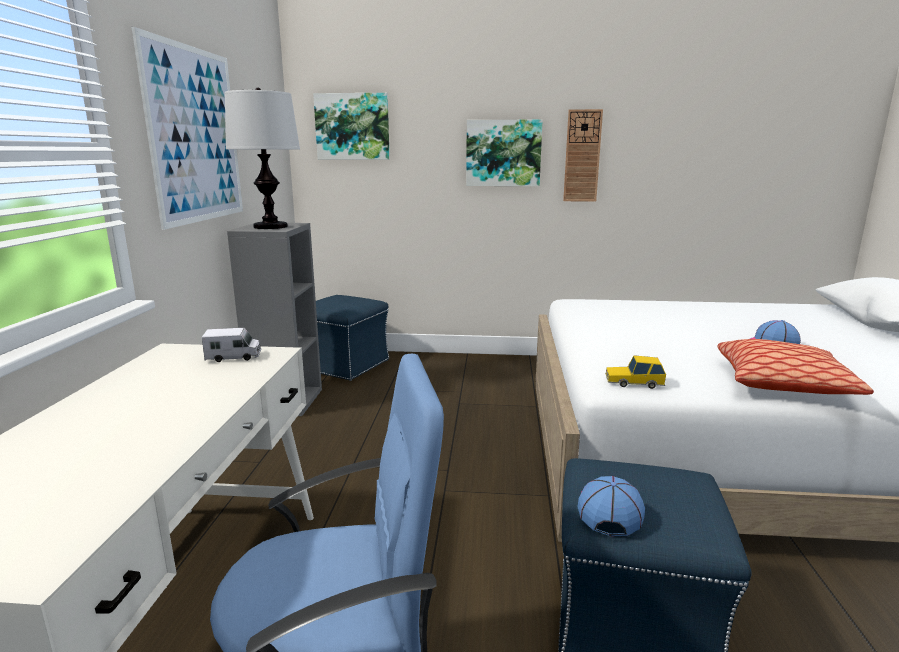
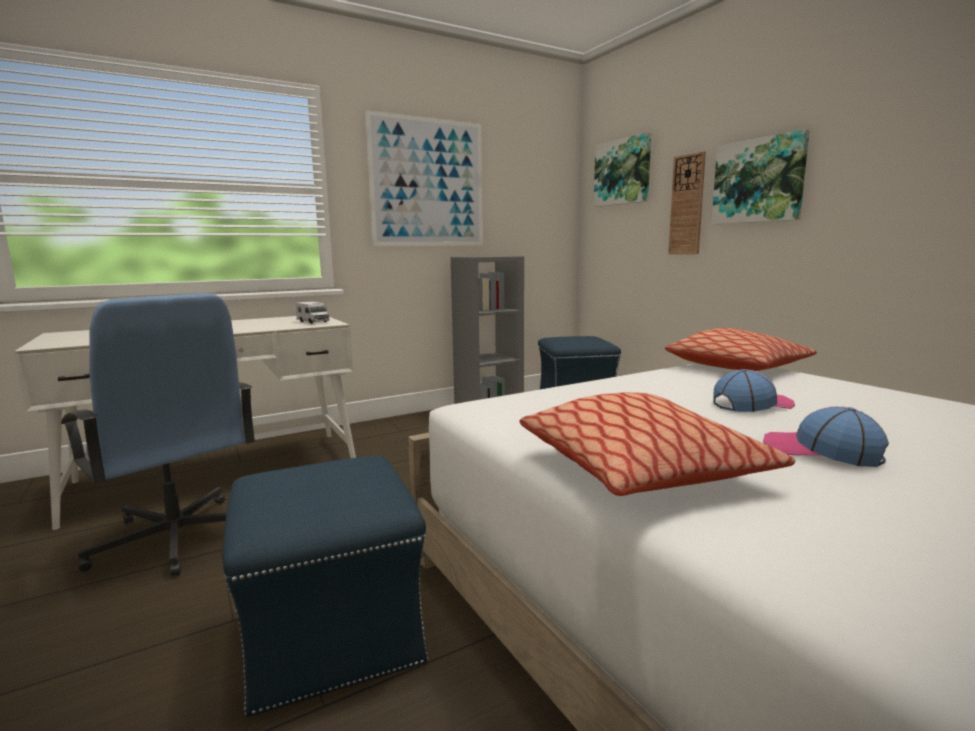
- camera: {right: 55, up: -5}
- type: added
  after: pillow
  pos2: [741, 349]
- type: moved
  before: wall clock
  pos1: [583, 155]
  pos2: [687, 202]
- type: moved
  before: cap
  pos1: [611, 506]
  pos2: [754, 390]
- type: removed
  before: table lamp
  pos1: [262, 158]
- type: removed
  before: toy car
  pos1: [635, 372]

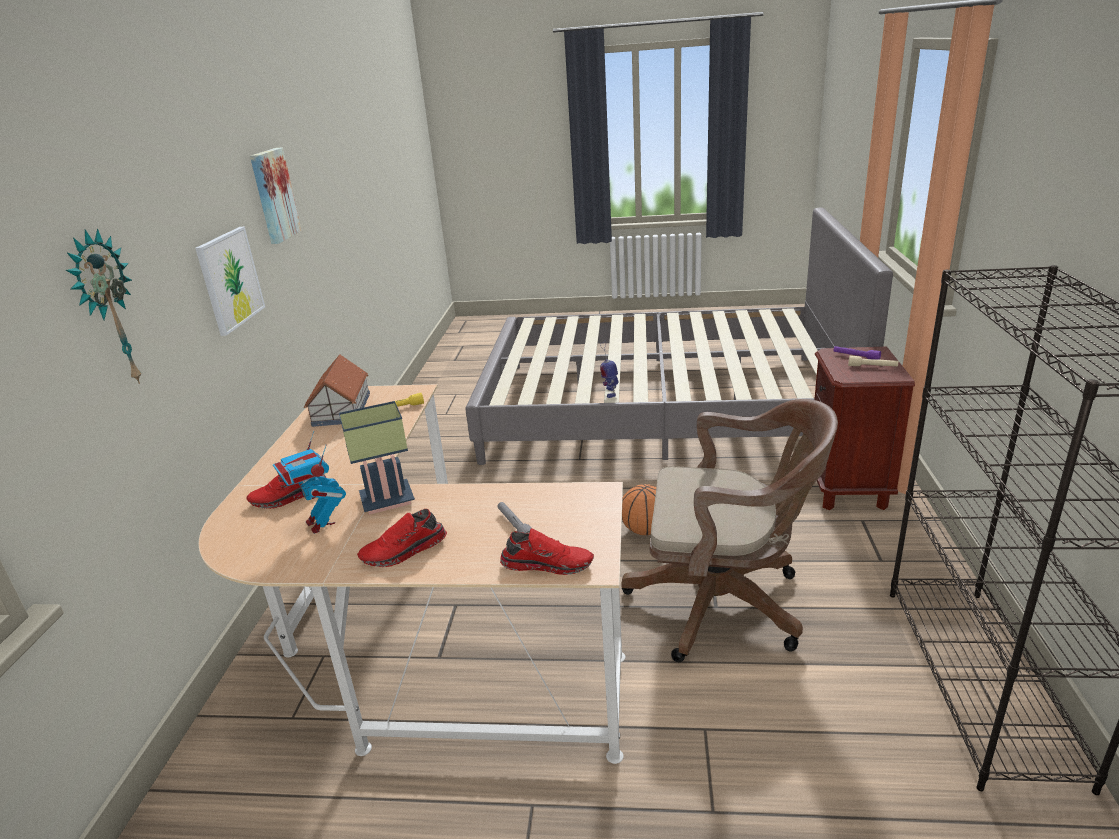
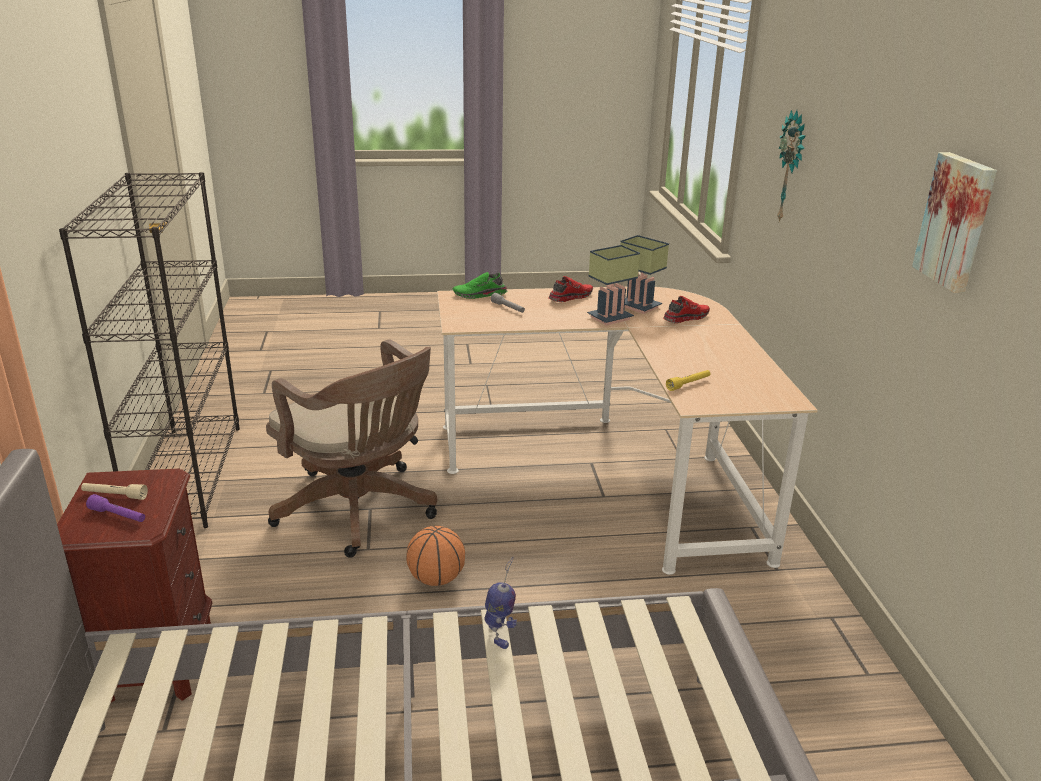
- camera: {right: 165, up: 0}
- type: turned
  before: brown office chair
  pos1: [729, 530]
  pos2: [351, 448]
  turn: -135
- type: recoloured
  before: red shoe
  after: green shoe
  pos1: [547, 551]
  pos2: [480, 285]
- type: replaced
  before: toy robot
  after: table lamp
  pos1: [309, 482]
  pos2: [645, 274]
- type: removed
  before: picture
  pos1: [230, 281]
- type: removed
  before: toy house
  pos1: [337, 391]

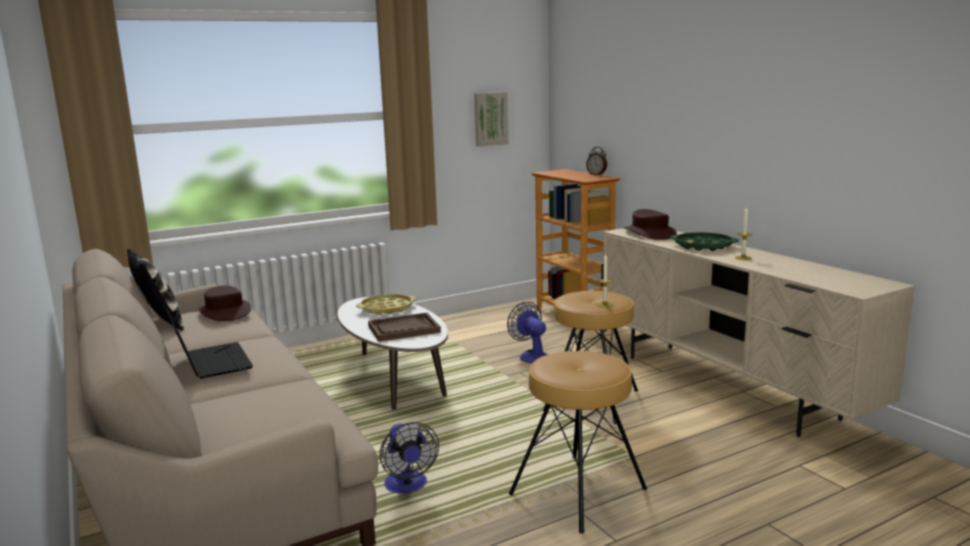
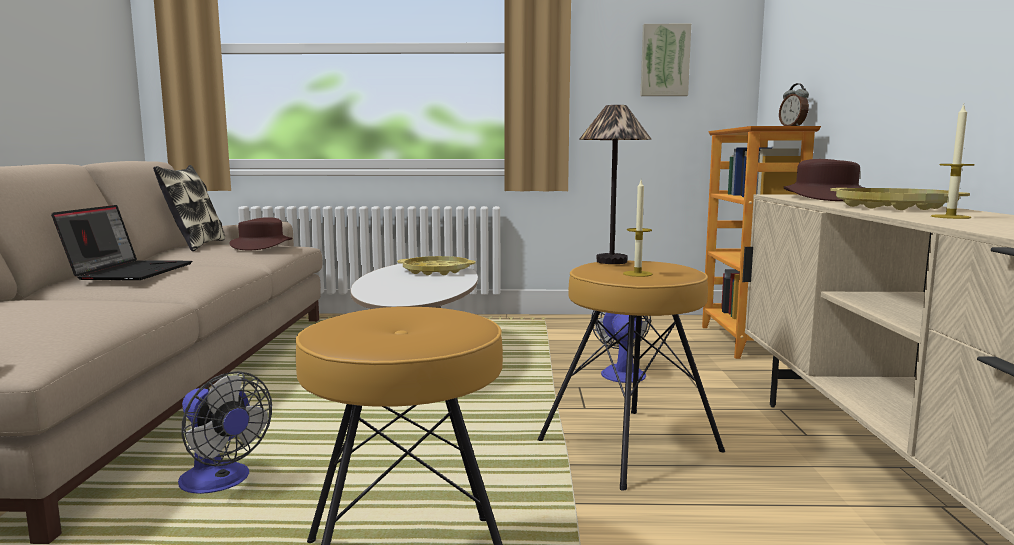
- camera: {right: 30, up: -5}
- type: turned
  before: fan
  pos1: [409, 458]
  pos2: [225, 432]
  turn: -60
- type: added
  after: table lamp
  pos2: [615, 184]
- type: recoloured
  before: green tray
  after: yellow tray
  pos1: [704, 241]
  pos2: [900, 199]
- type: removed
  before: brown tray
  pos1: [404, 327]

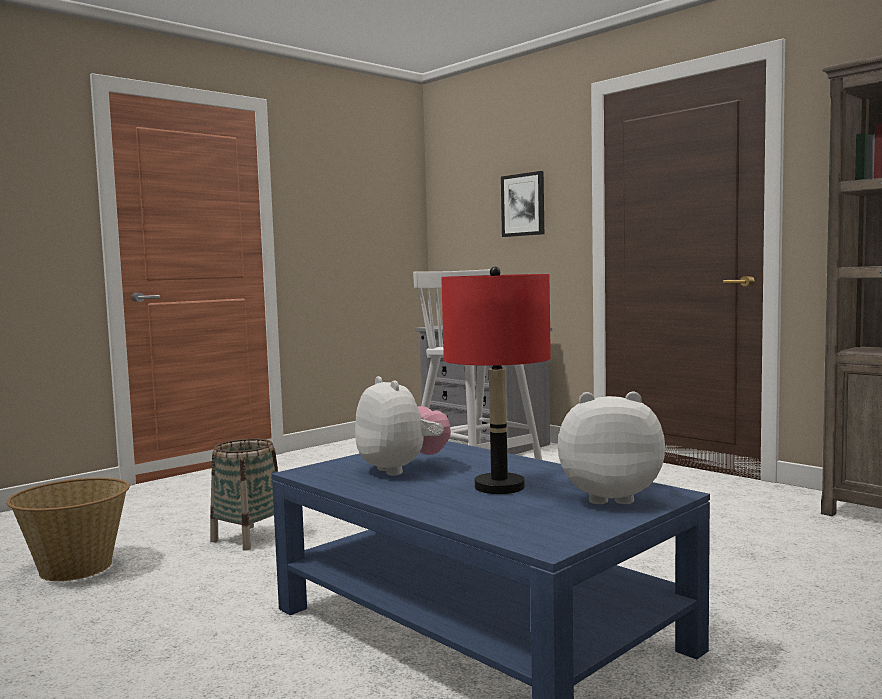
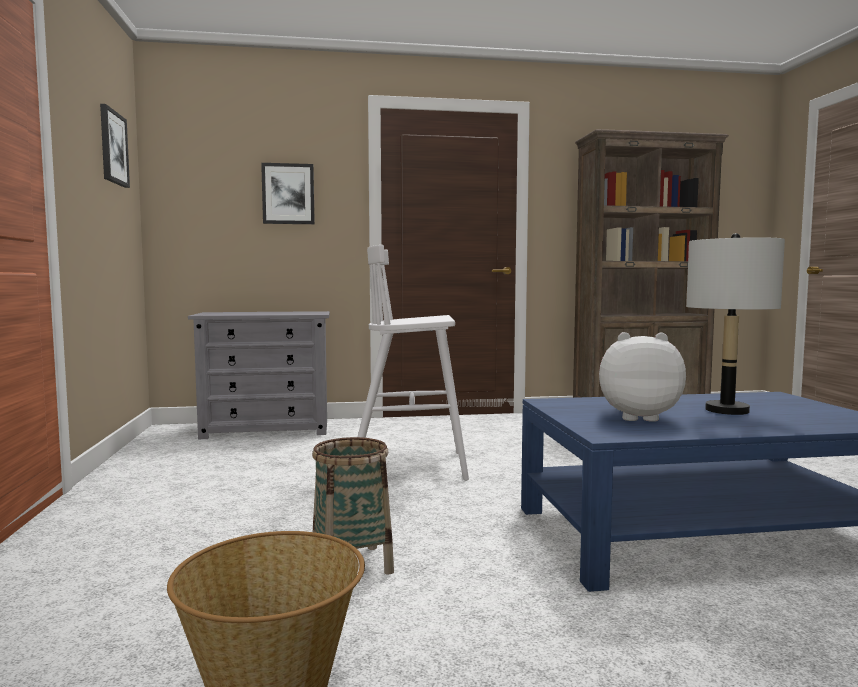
- camera: {right: -55, up: 0}
- type: added
  after: picture
  pos2: [115, 146]
- type: recoloured
  before: red table lamp
  after: grey table lamp
  pos1: [496, 380]
  pos2: [735, 324]
- type: removed
  before: plush toy
  pos1: [611, 448]

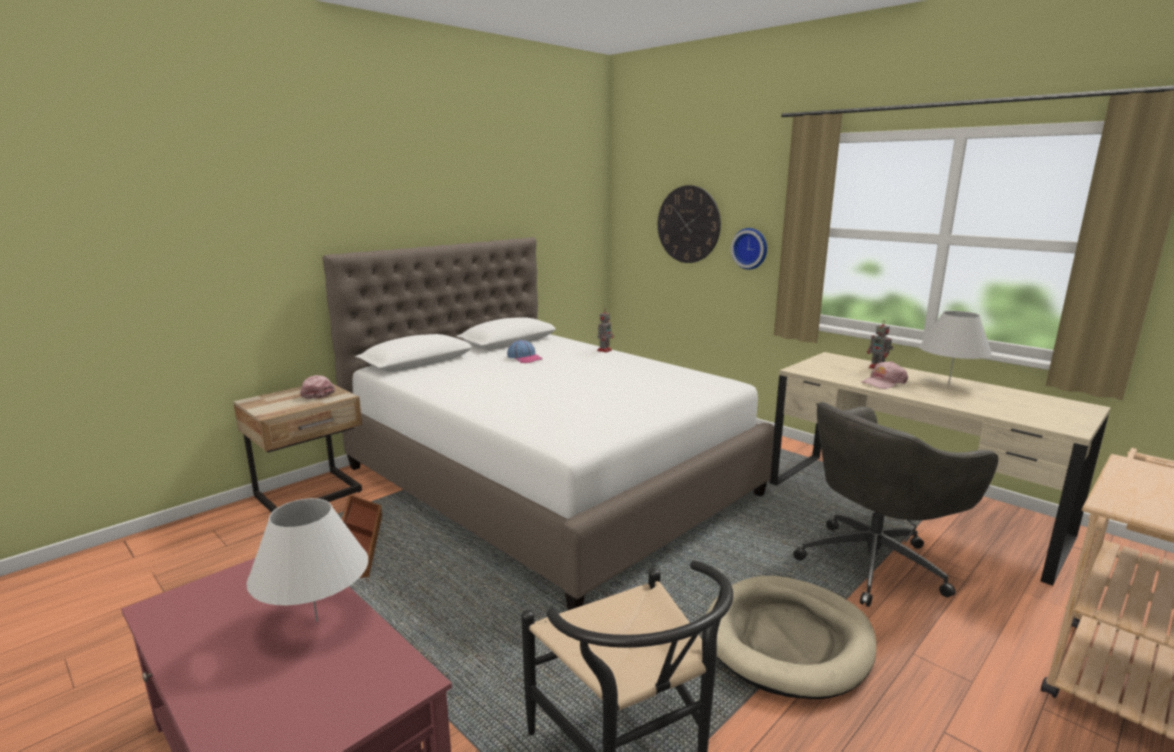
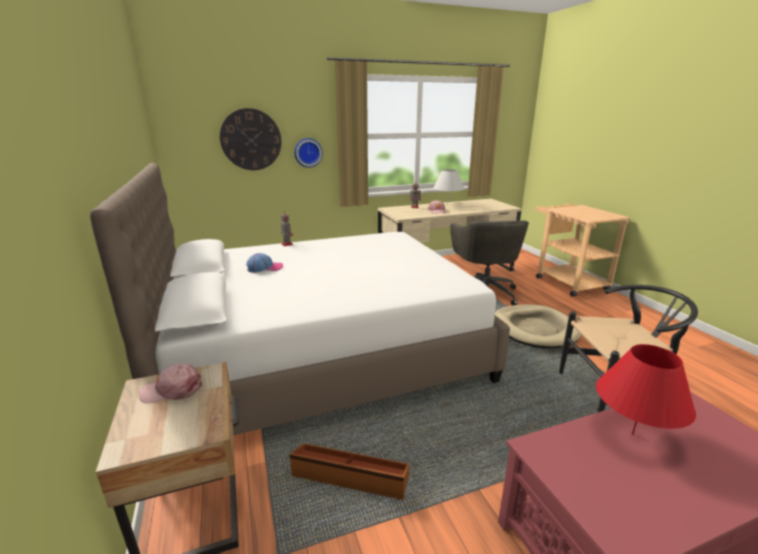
- camera: {right: -65, up: 5}
- type: recoloured
  before: white table lamp
  after: red table lamp
  pos1: [307, 560]
  pos2: [646, 389]

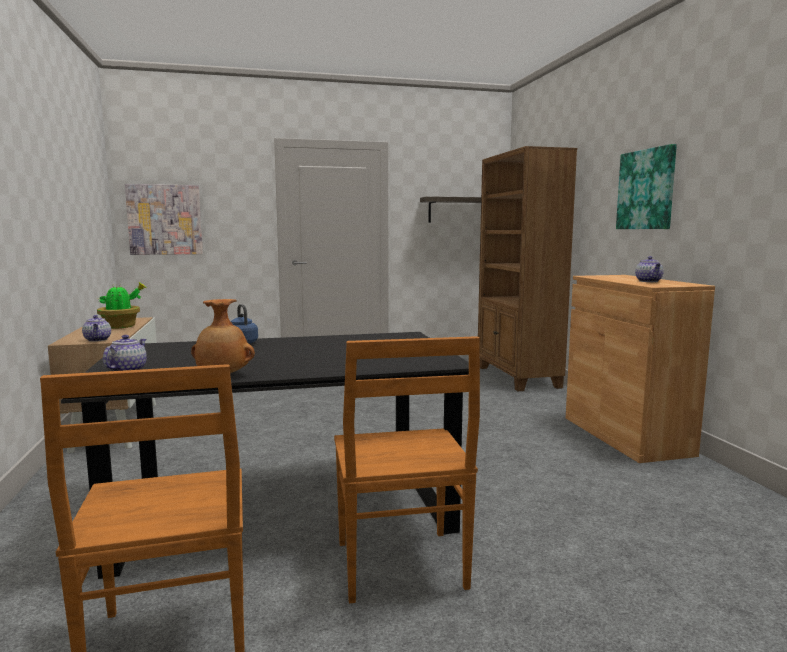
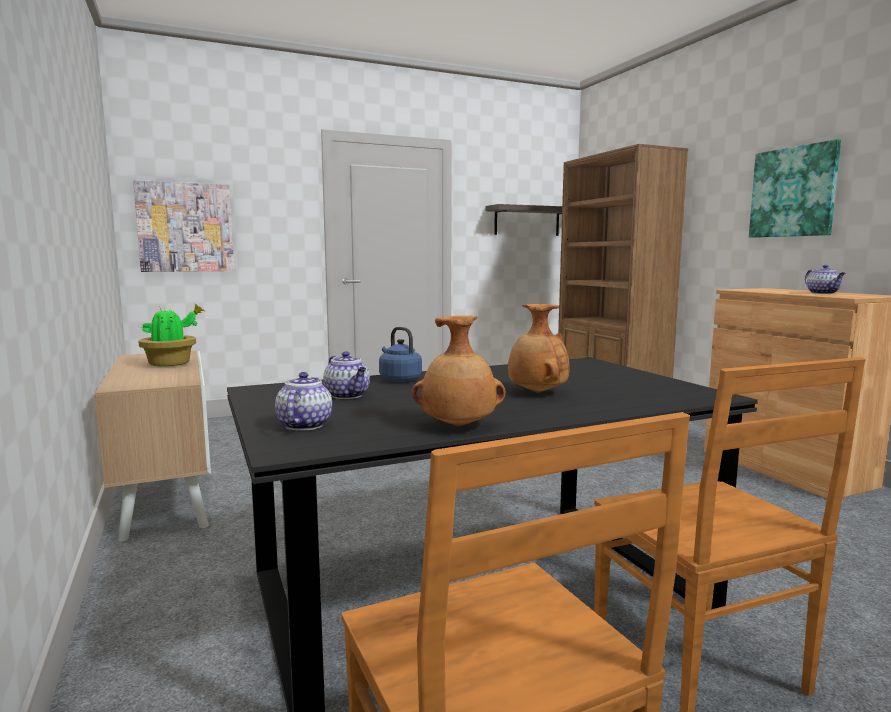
- camera: {right: -10, up: 0}
- type: moved
  before: teapot
  pos1: [96, 328]
  pos2: [346, 375]
- type: added
  after: brown vase
  pos2: [539, 348]

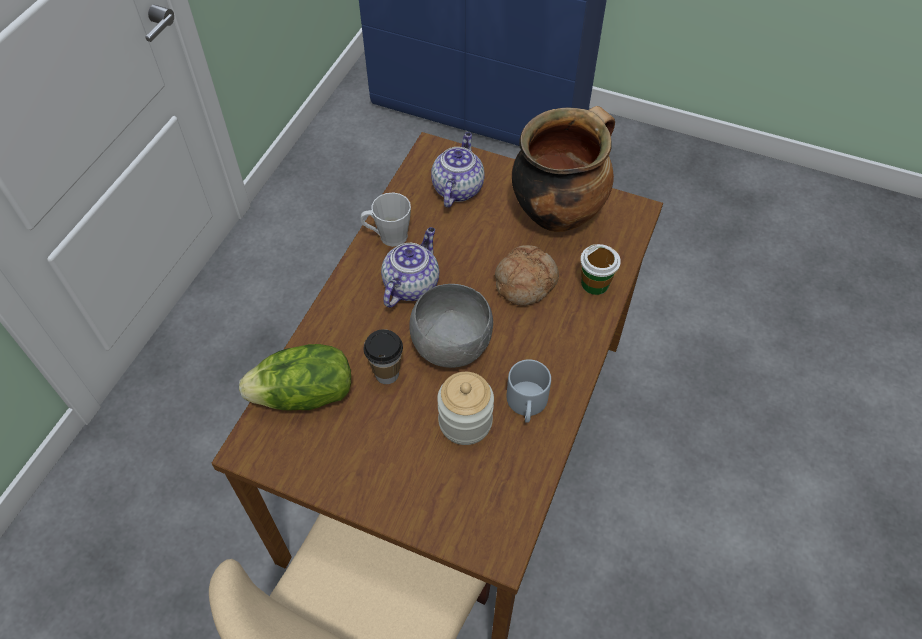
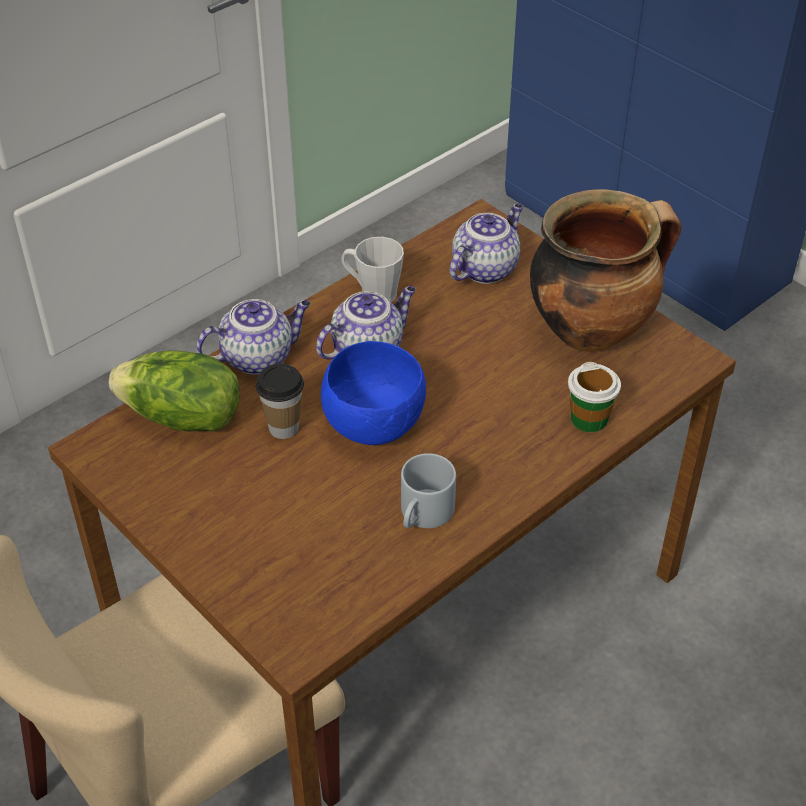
- camera: {right: 25, up: -10}
- type: added
  after: teapot
  pos2: [253, 337]
- type: recoloured
  before: grey bowl
  after: blue bowl
  pos1: [451, 326]
  pos2: [373, 393]
- type: removed
  before: jar
  pos1: [465, 408]
- type: removed
  before: bread
  pos1: [527, 275]

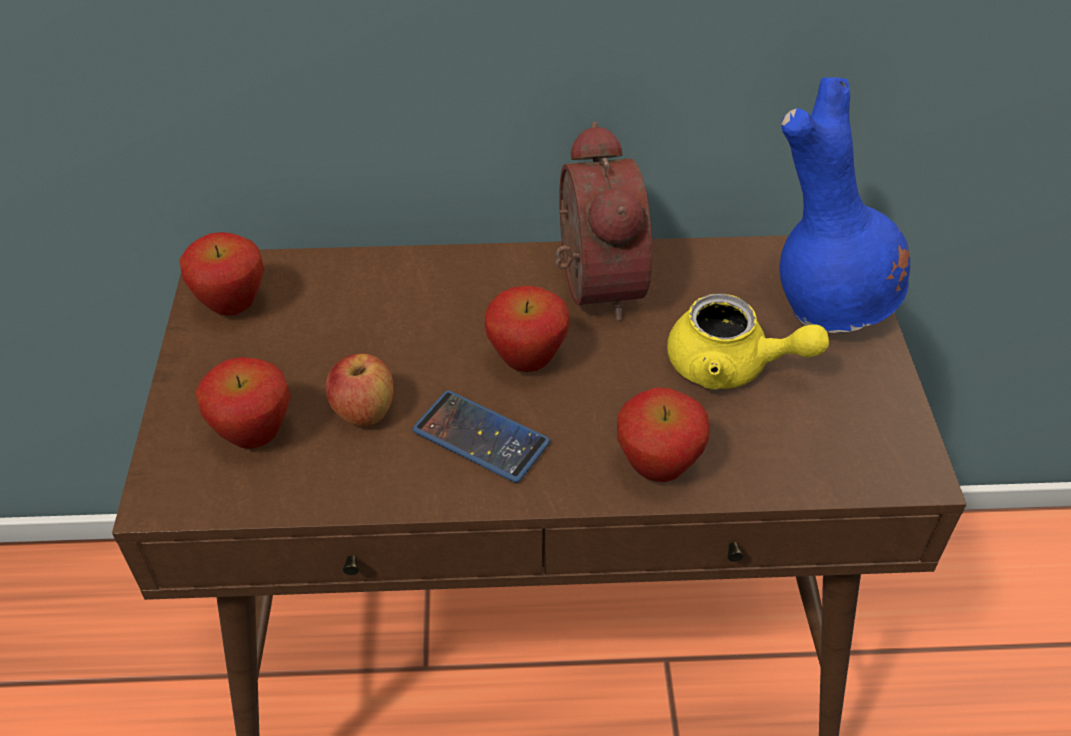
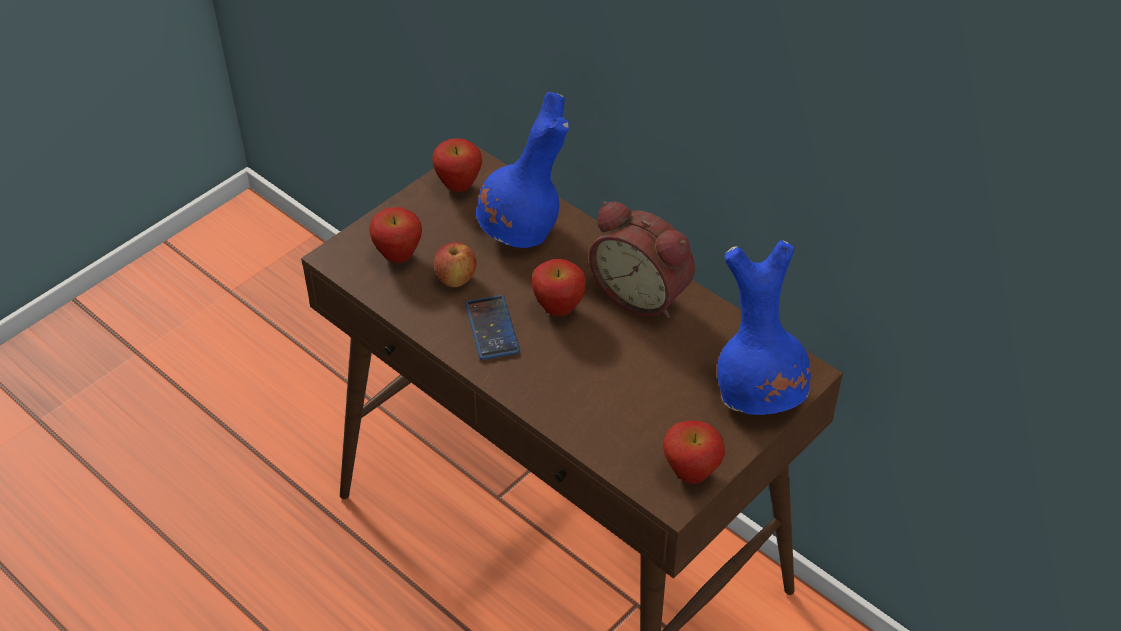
- camera: {right: 45, up: 0}
- type: added
  after: blue vase
  pos2: [522, 170]
- type: turned
  before: alarm clock
  pos1: [603, 221]
  pos2: [642, 259]
  turn: 90
- type: moved
  before: apple
  pos1: [663, 434]
  pos2: [694, 452]
- type: removed
  before: yellow teapot
  pos1: [748, 342]

